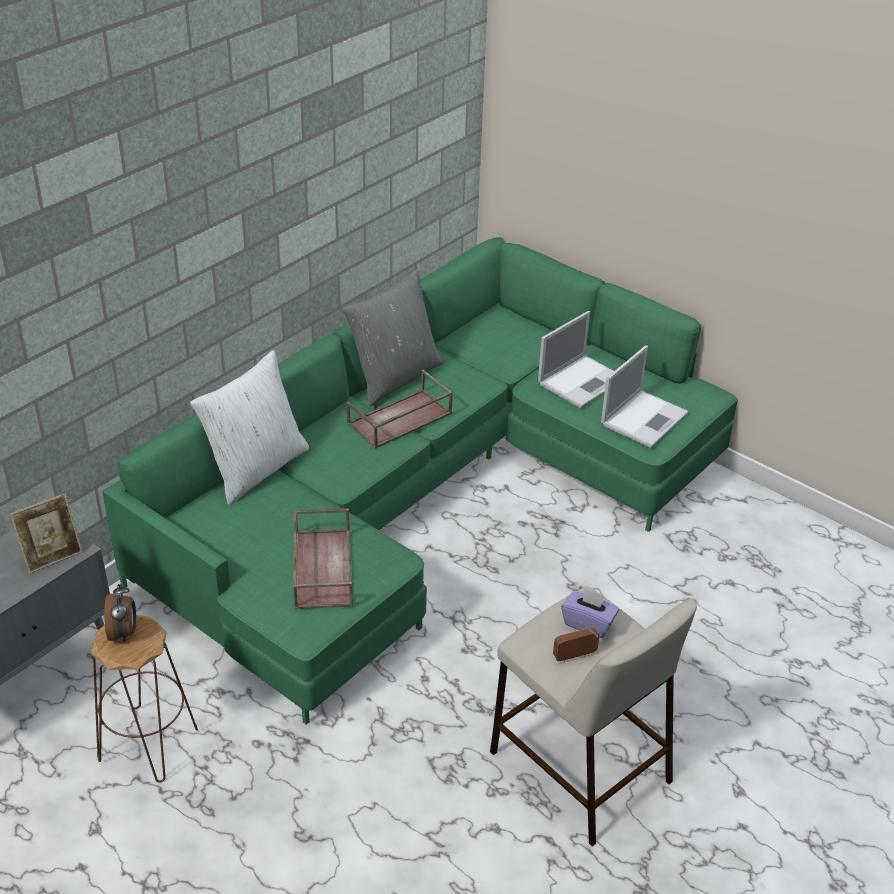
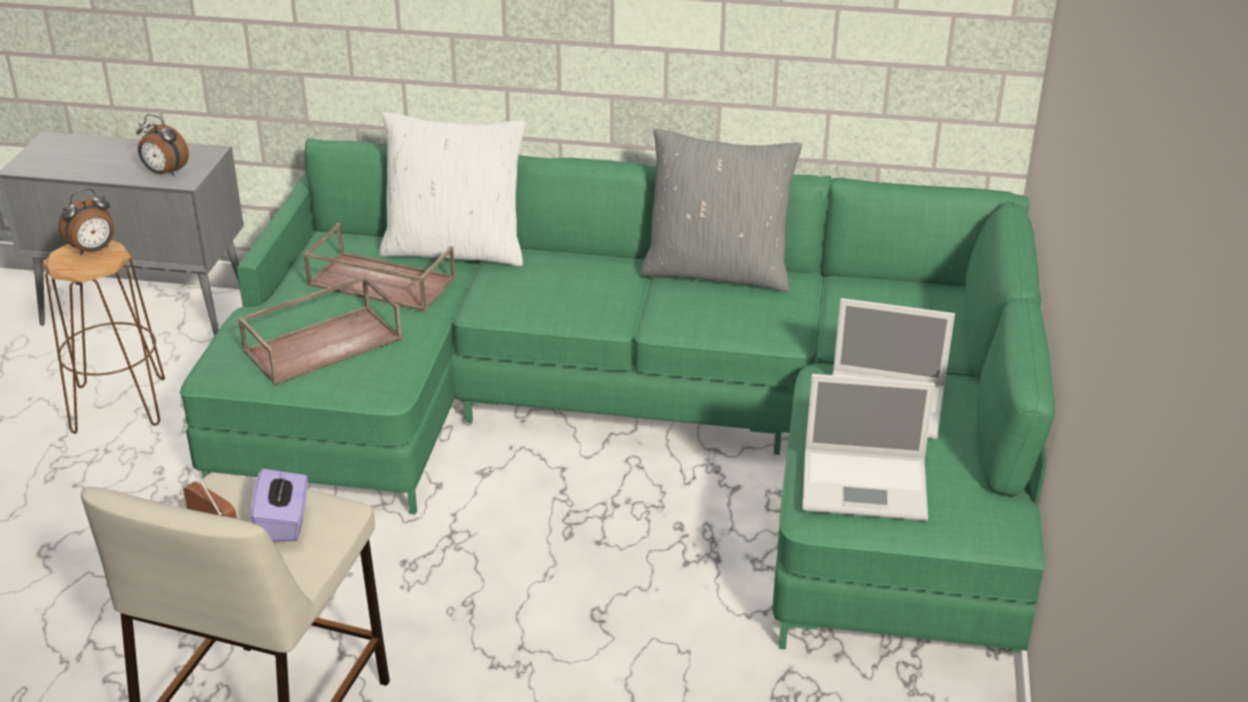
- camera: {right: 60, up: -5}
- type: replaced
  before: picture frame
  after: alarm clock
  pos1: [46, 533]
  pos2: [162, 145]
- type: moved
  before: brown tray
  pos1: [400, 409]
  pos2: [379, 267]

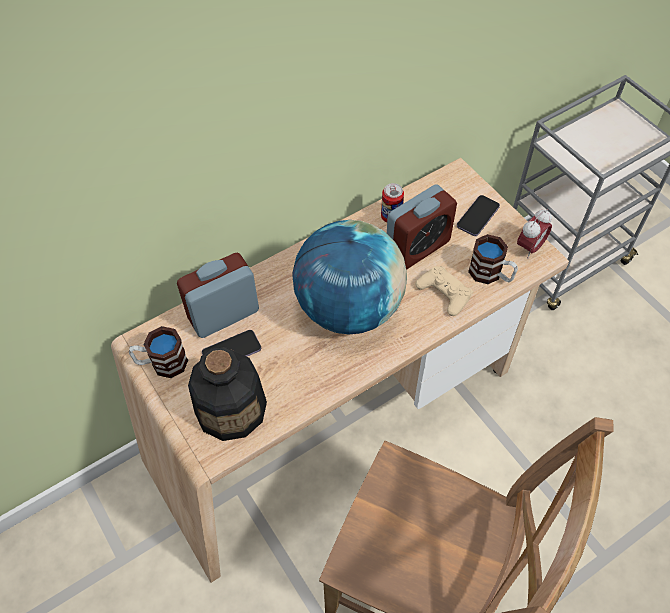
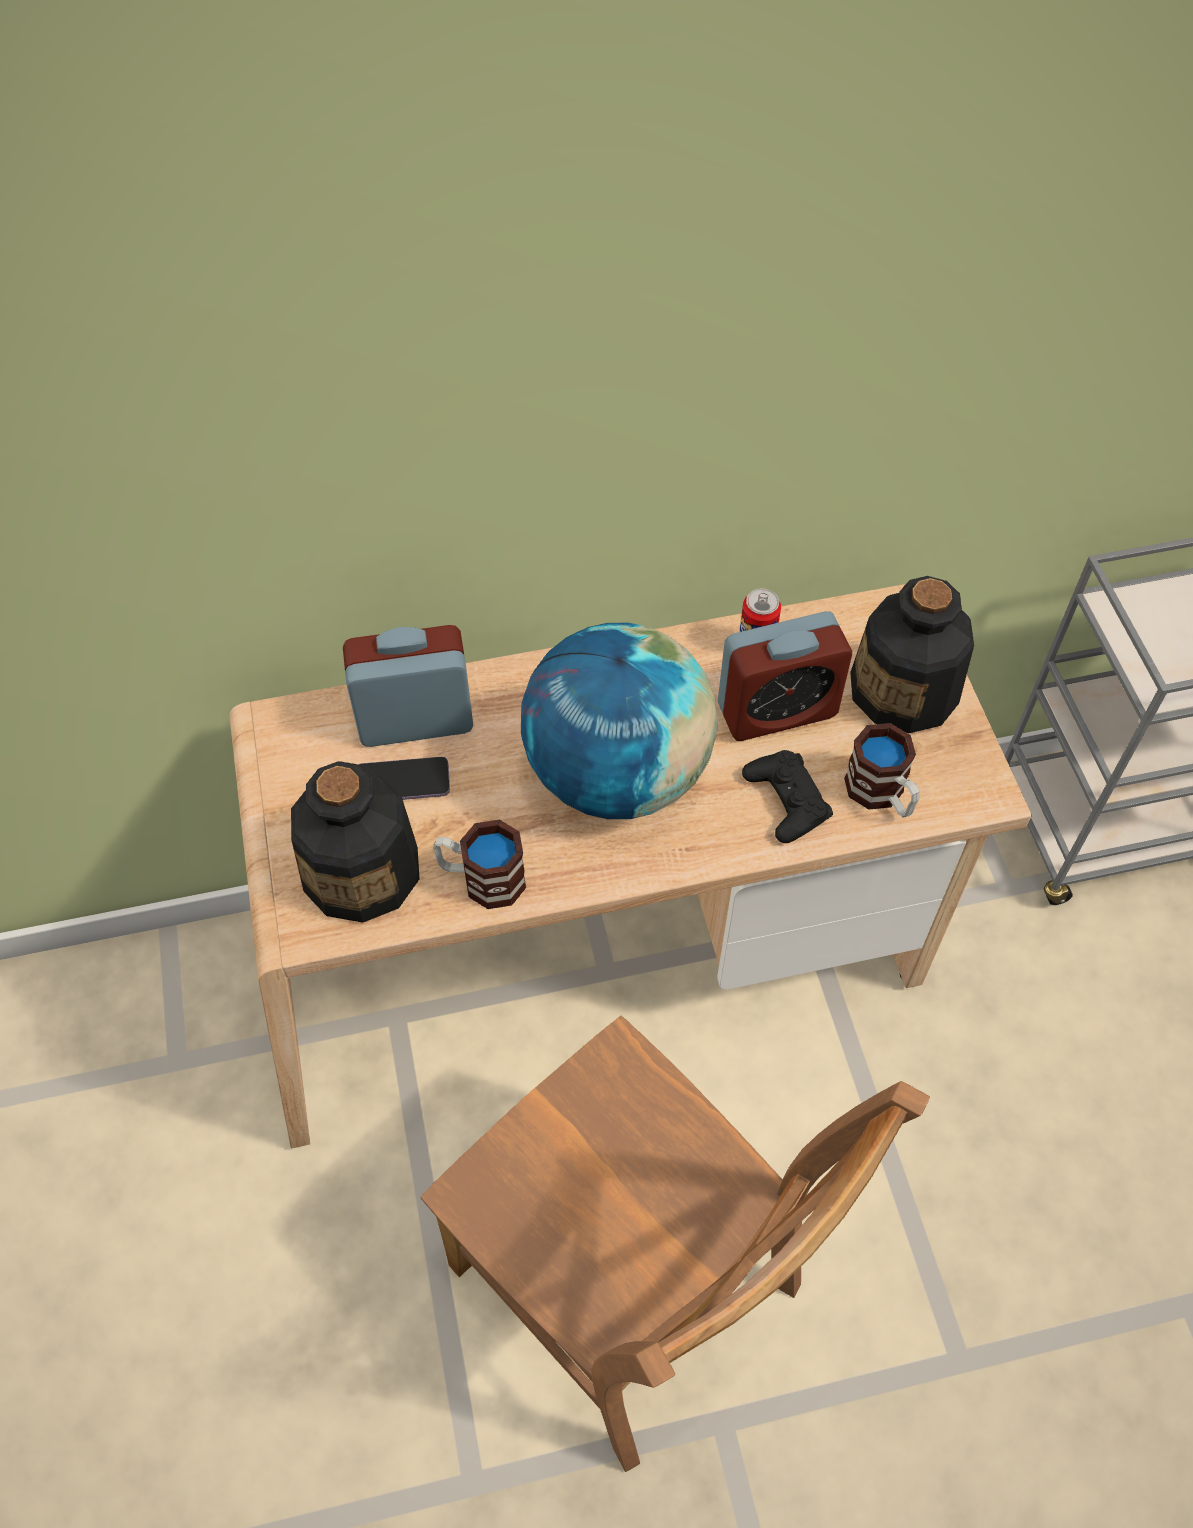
- camera: {right: 20, up: 0}
- type: moved
  before: mug
  pos1: [158, 352]
  pos2: [479, 864]
- type: recoloured
  before: beige game controller
  after: black game controller
  pos1: [444, 291]
  pos2: [787, 796]
- type: replaced
  before: phone
  after: bottle
  pos1: [478, 215]
  pos2: [912, 654]
- type: removed
  before: alarm clock
  pos1: [534, 234]

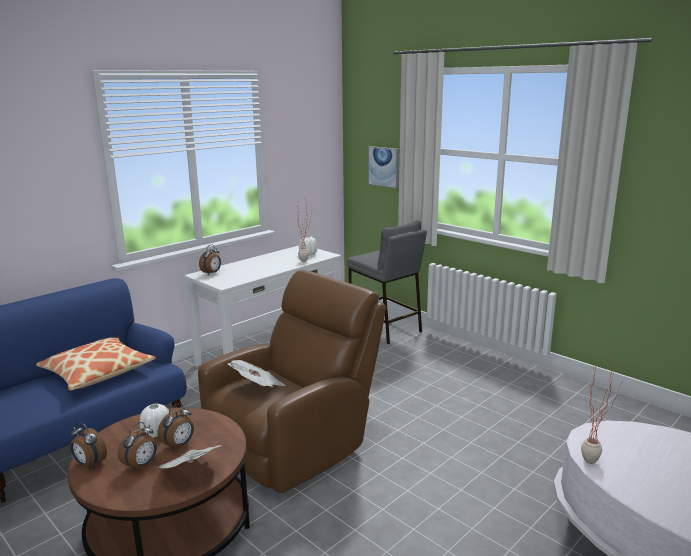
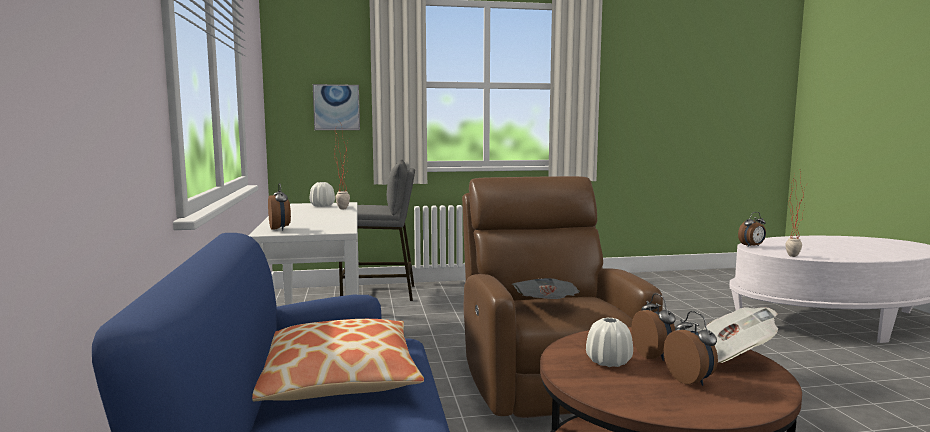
- camera: {right: -55, up: -10}
- type: moved
  before: alarm clock
  pos1: [88, 445]
  pos2: [752, 229]

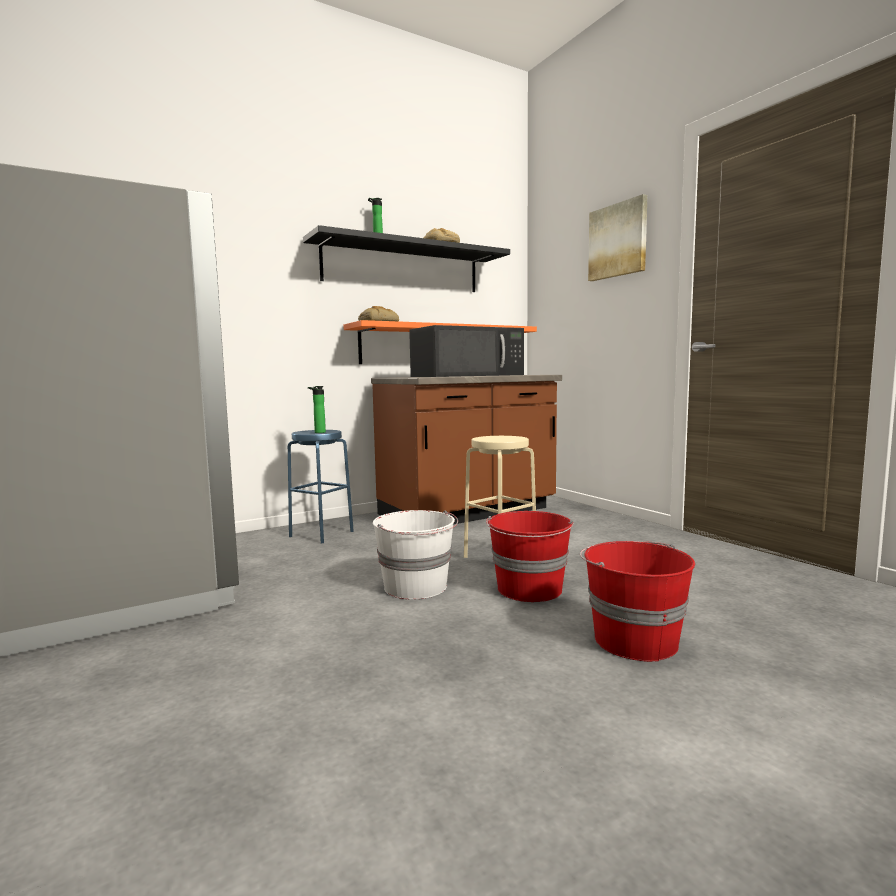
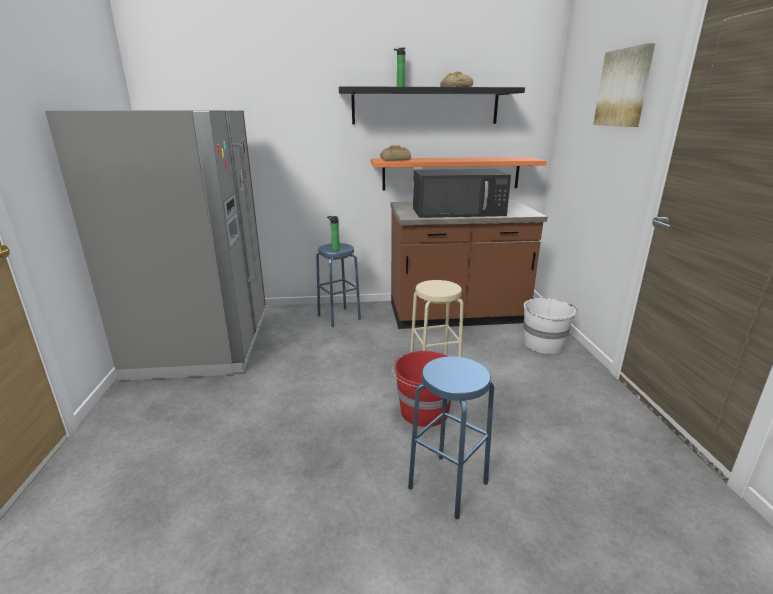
- camera: {right: 25, up: 15}
- type: replaced
  before: red bucket
  after: blue stool
  pos1: [637, 601]
  pos2: [451, 438]
- type: moved
  before: white bucket
  pos1: [415, 554]
  pos2: [551, 326]

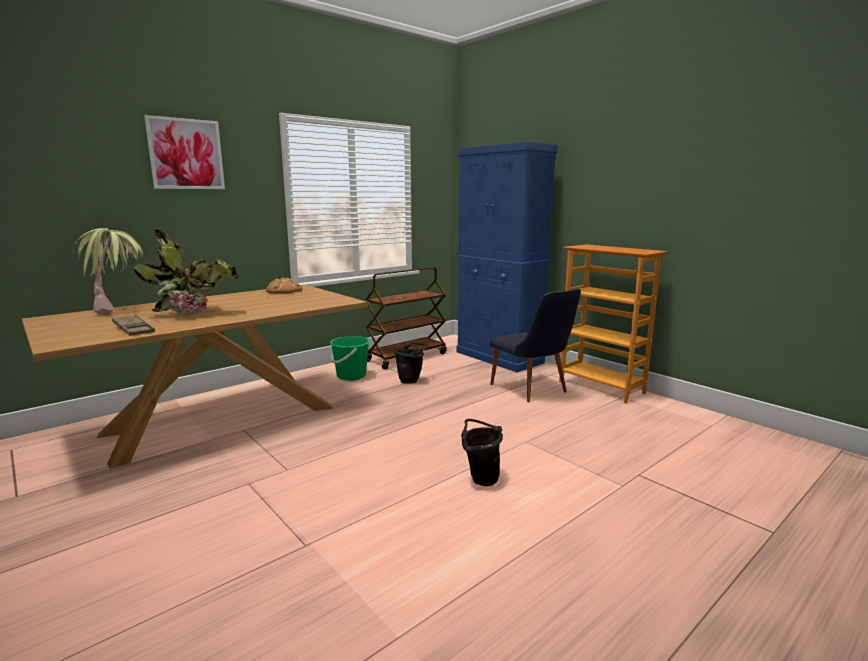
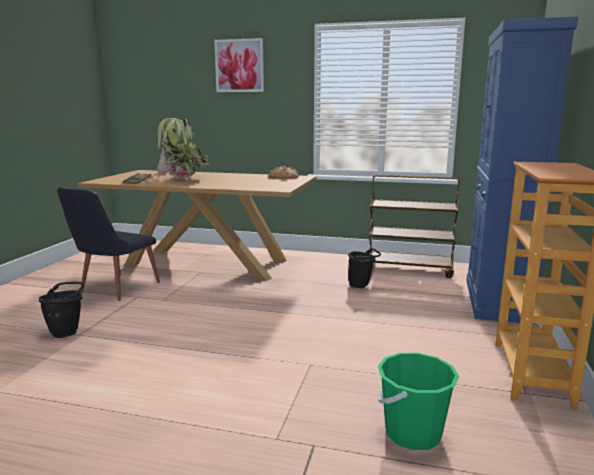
- camera: {right: 55, up: 0}
- type: moved
  before: black bucket
  pos1: [482, 452]
  pos2: [61, 310]
- type: moved
  before: black chair
  pos1: [535, 345]
  pos2: [108, 244]
- type: moved
  before: green bucket
  pos1: [350, 358]
  pos2: [418, 401]

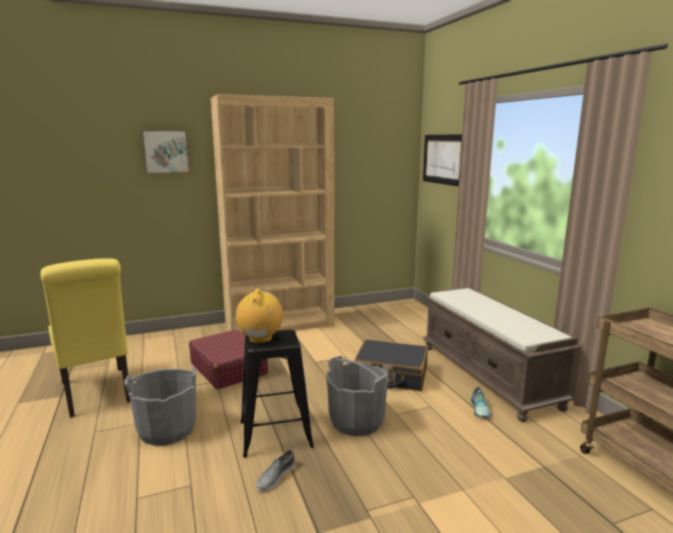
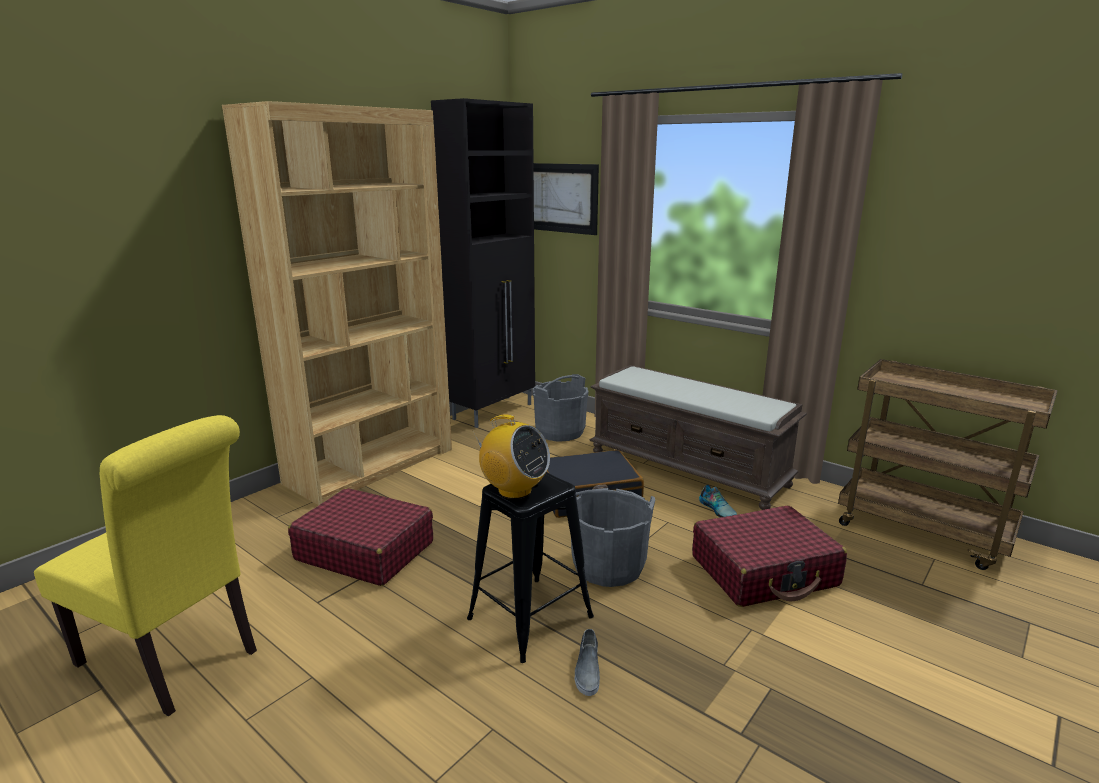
- camera: {right: -30, up: 5}
- type: added
  after: black cabinet
  pos2: [483, 263]
- type: turned
  before: radio
  pos1: [259, 315]
  pos2: [511, 456]
  turn: 150
- type: moved
  before: grey bucket
  pos1: [160, 406]
  pos2: [560, 408]
- type: added
  after: red suitcase
  pos2: [769, 556]
- type: removed
  before: picture
  pos1: [165, 152]

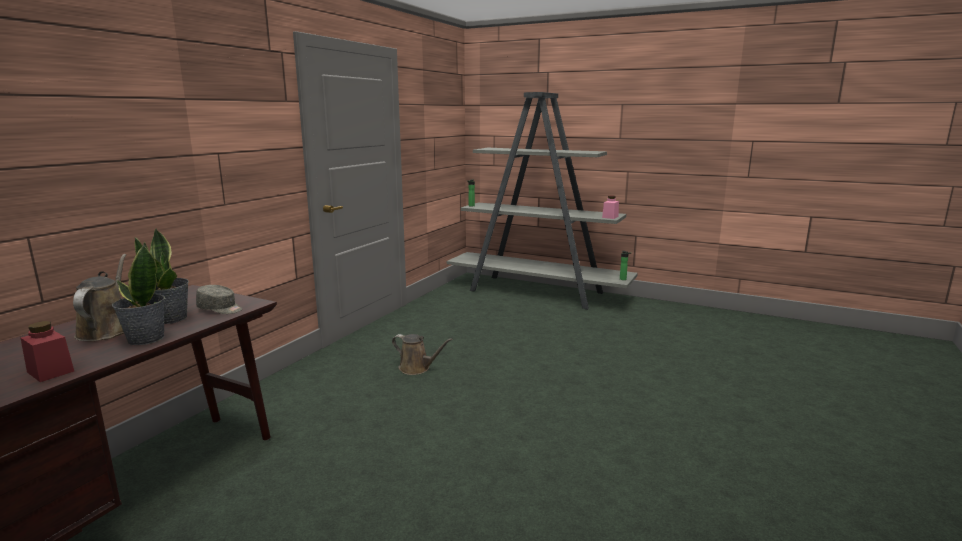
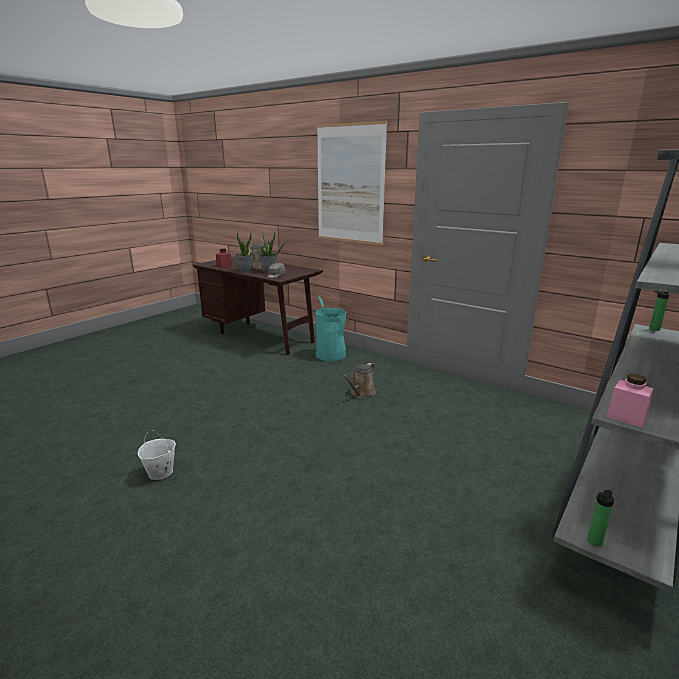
- camera: {right: 100, up: 5}
- type: added
  after: white bucket
  pos2: [157, 455]
- type: added
  after: turquoise trash can
  pos2: [330, 328]
- type: added
  after: picture
  pos2: [352, 183]

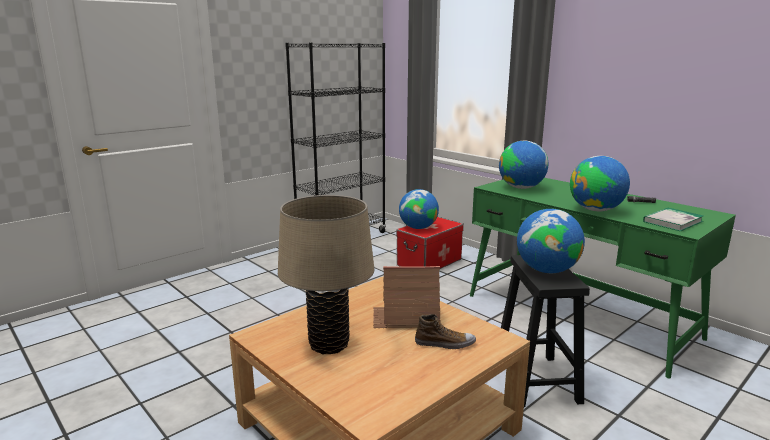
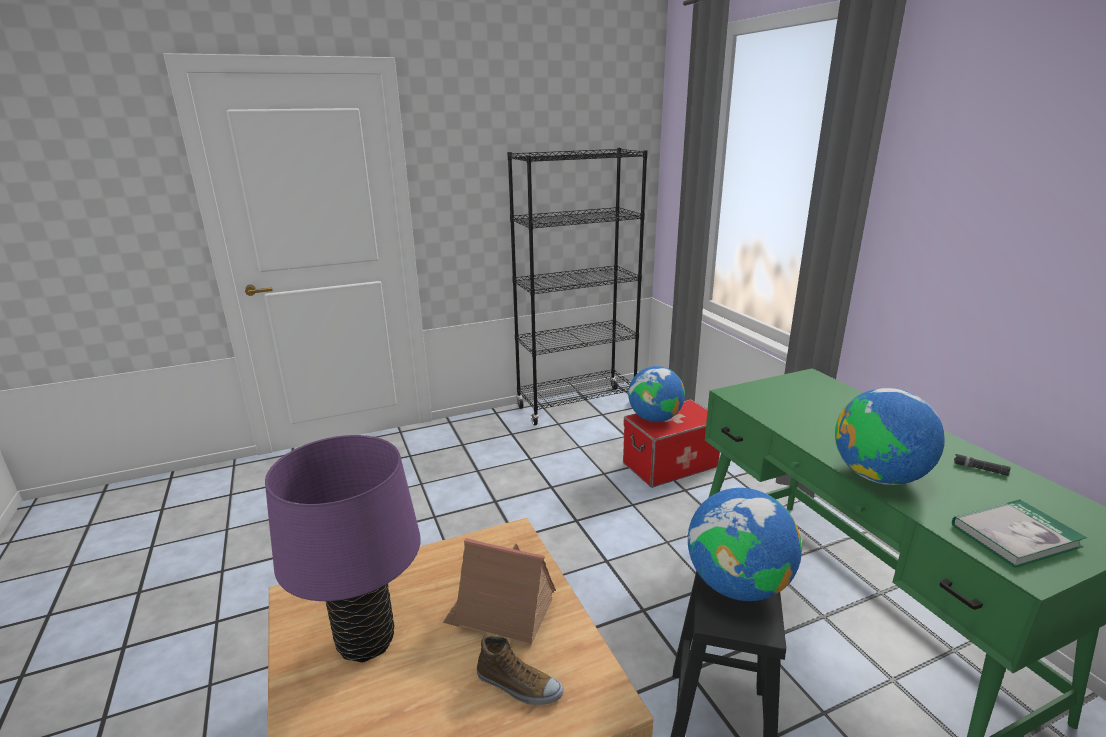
- camera: {right: 20, up: 5}
- type: recoloured
  before: beige table lamp
  after: purple table lamp
  pos1: [326, 274]
  pos2: [343, 548]
- type: removed
  before: globe
  pos1: [523, 165]

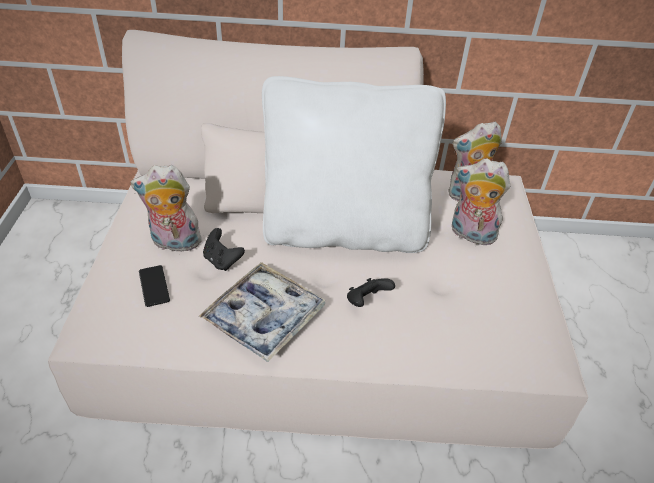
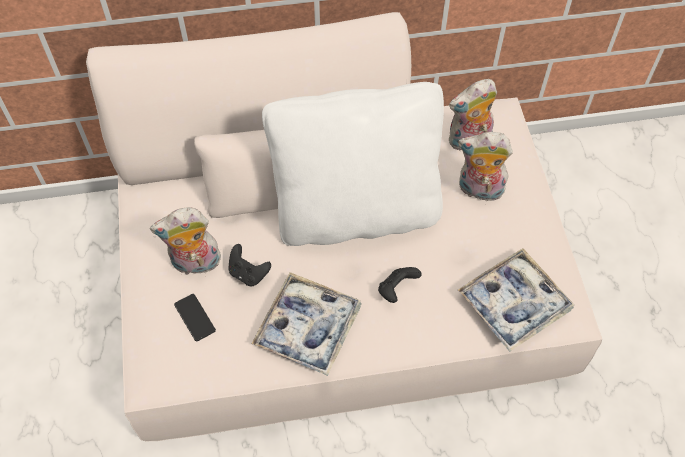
- camera: {right: -10, up: 15}
- type: added
  after: tray
  pos2: [516, 300]

